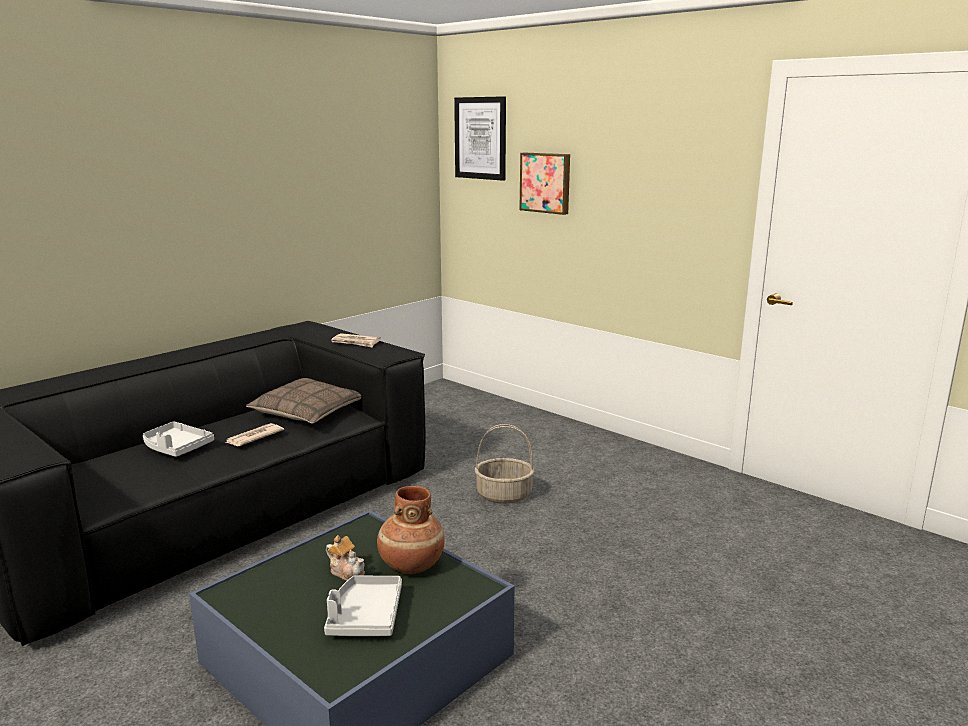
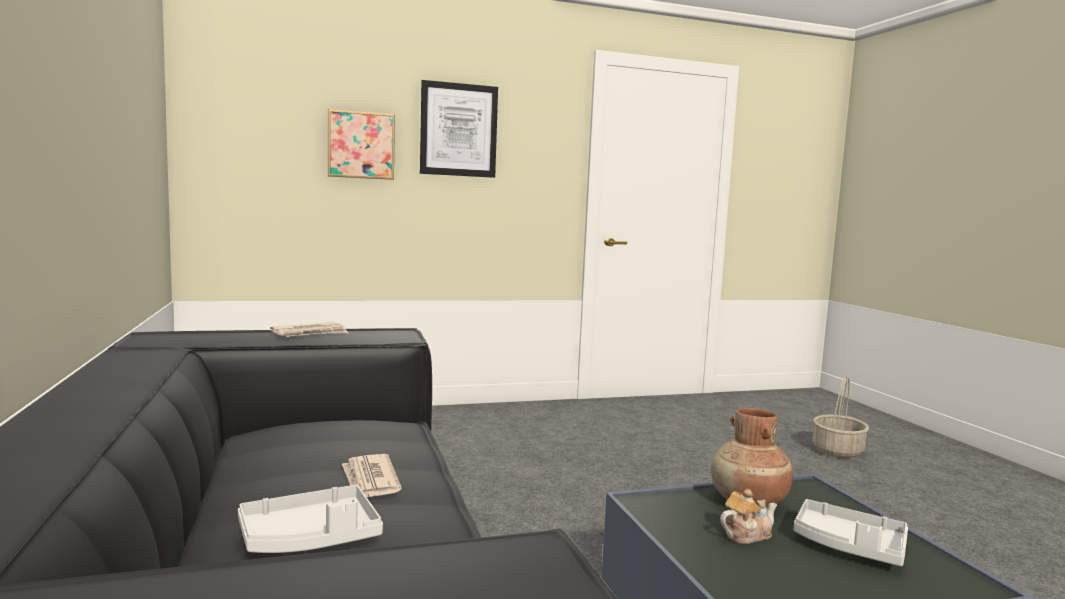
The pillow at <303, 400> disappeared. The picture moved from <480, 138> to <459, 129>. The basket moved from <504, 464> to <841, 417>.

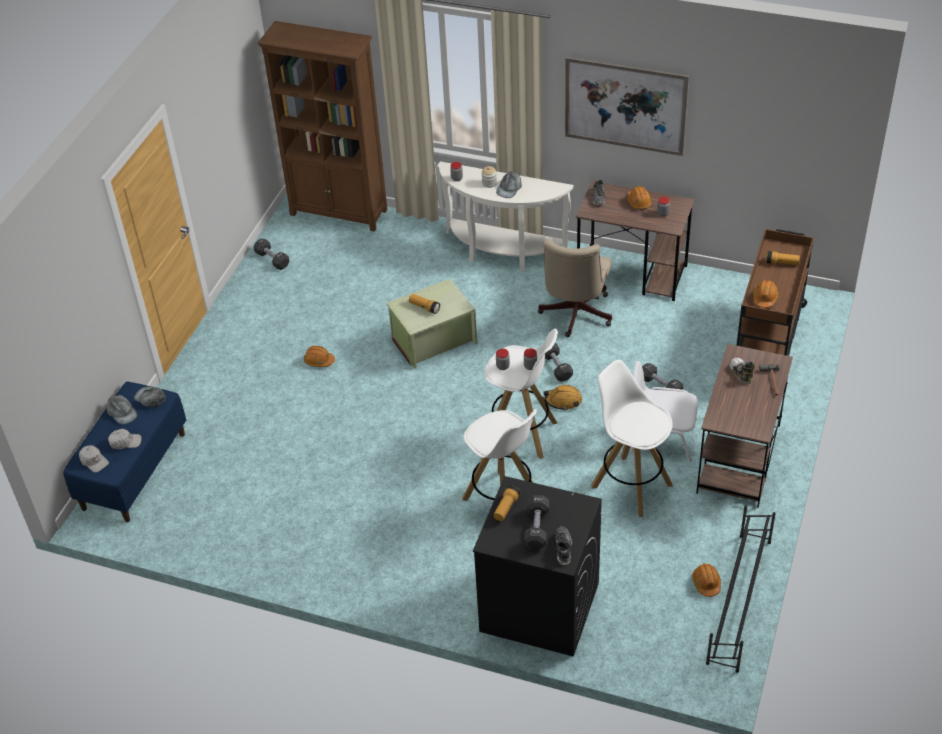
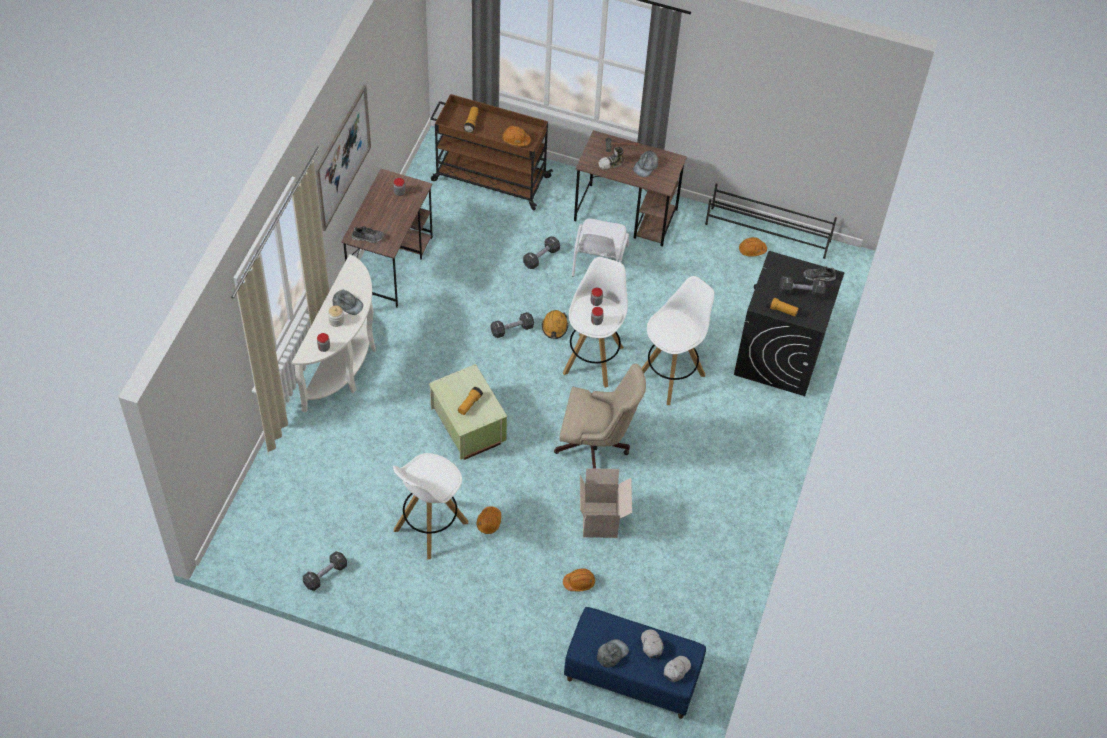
The grey cap moved from <150, 396> to <645, 163>. The brown bookcase at <322, 126> disappeared. The beige office chair moved from <575, 288> to <600, 416>. The white stool moved from <632, 438> to <430, 506>. The orange hard hat moved from <639, 198> to <579, 580>. The cardboard box at <606, 503> appeared.

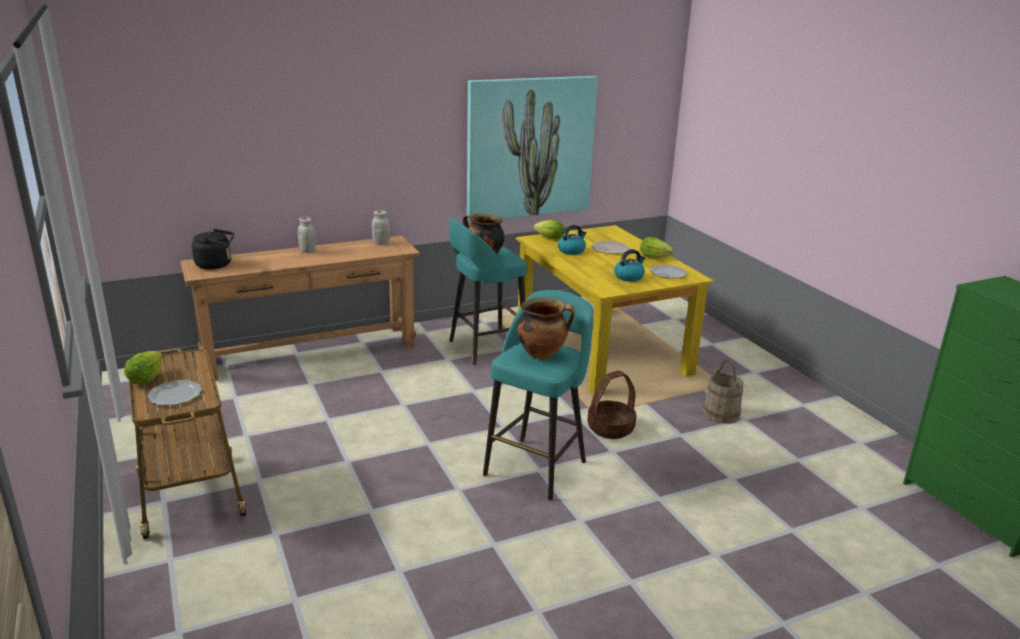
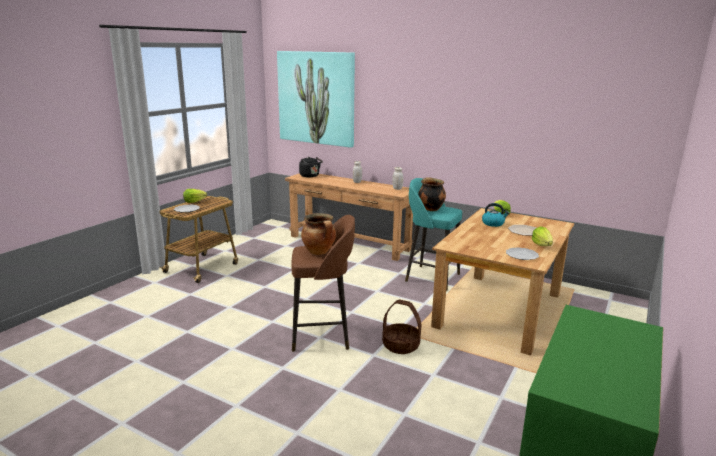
The picture moved from <532, 149> to <316, 99>. The turquoise stool at <538, 395> became the brown stool at <323, 283>. The yellow dining table at <615, 310> became the brown dining table at <502, 282>. The kettle at <629, 265> disappeared. The beige bucket at <723, 392> disappeared.

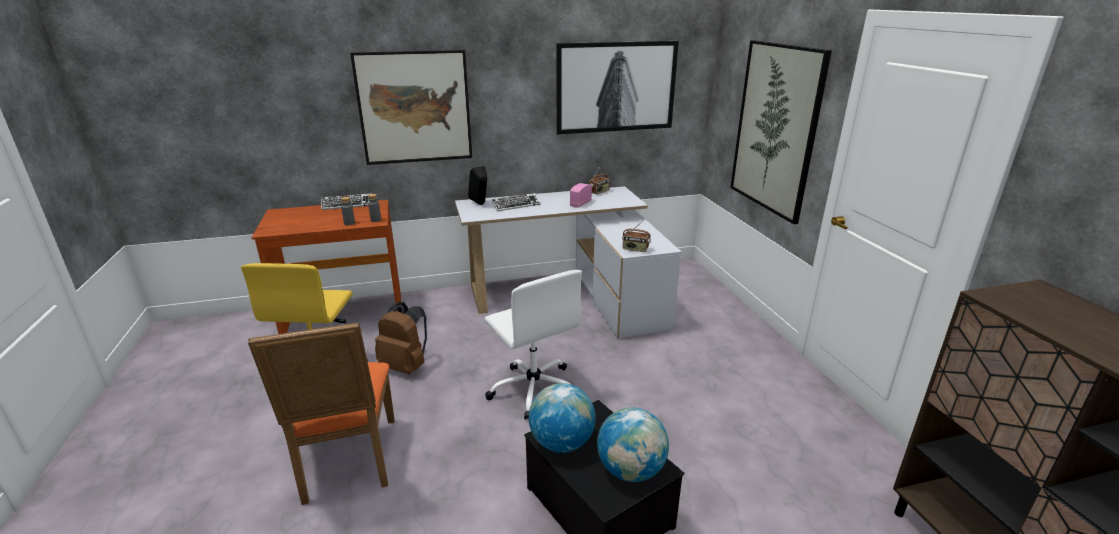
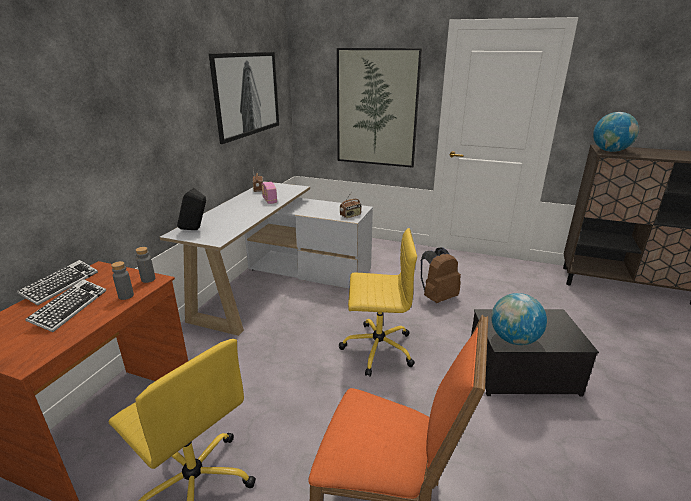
The picture at <411, 107> disappeared. The brown backpack moved from <401, 338> to <441, 275>. The white office chair at <533, 345> became the yellow office chair at <378, 302>. The keyboard moved from <516, 202> to <65, 305>. The globe moved from <633, 444> to <616, 132>.

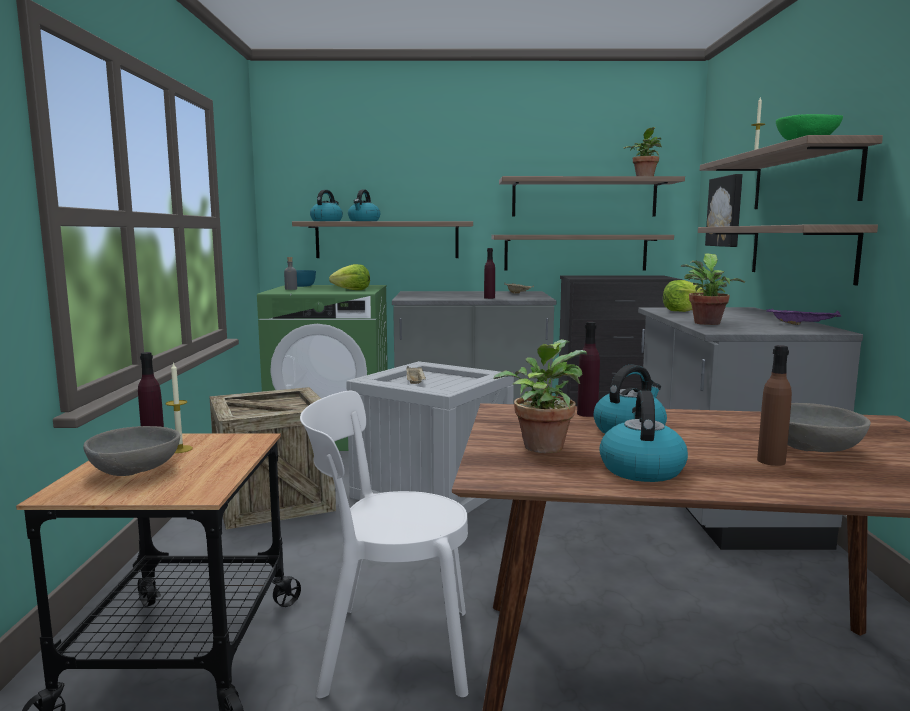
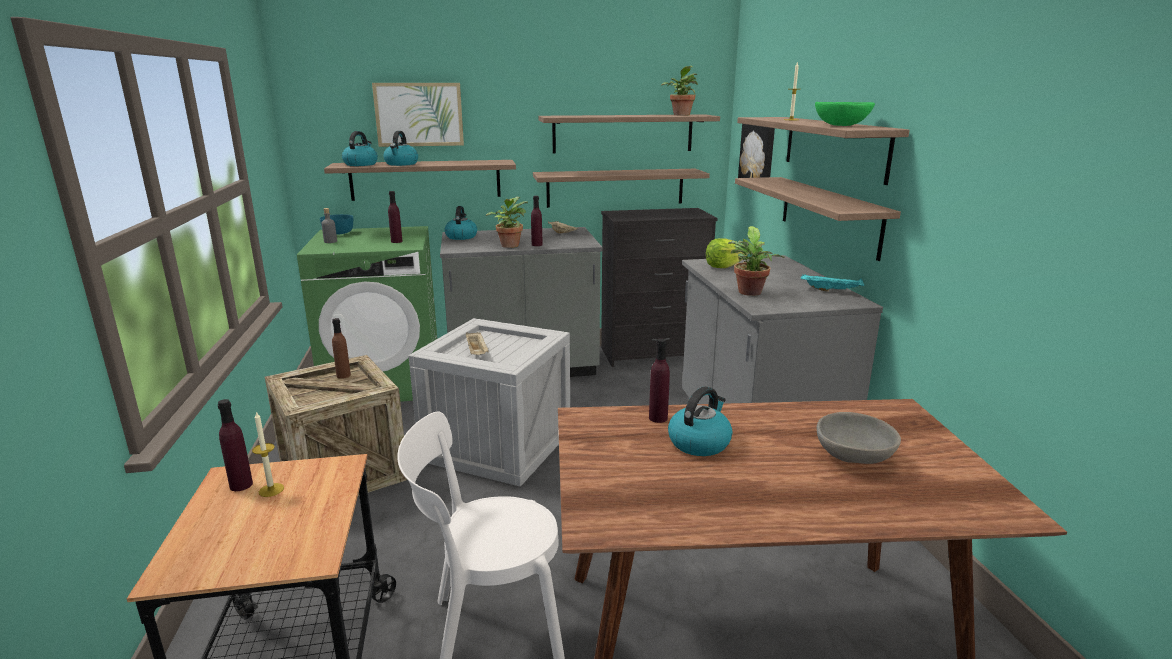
The grey bowl at <131, 451> disappeared. The lettuce at <349, 277> was replaced by the purple bottle at <395, 217>. The potted plant moved from <540, 396> to <507, 222>. The kettle moved from <643, 436> to <460, 223>. The brown bottle moved from <774, 405> to <341, 348>. The purple tray at <803, 317> became the turquoise tray at <832, 283>. The picture at <418, 115> appeared.

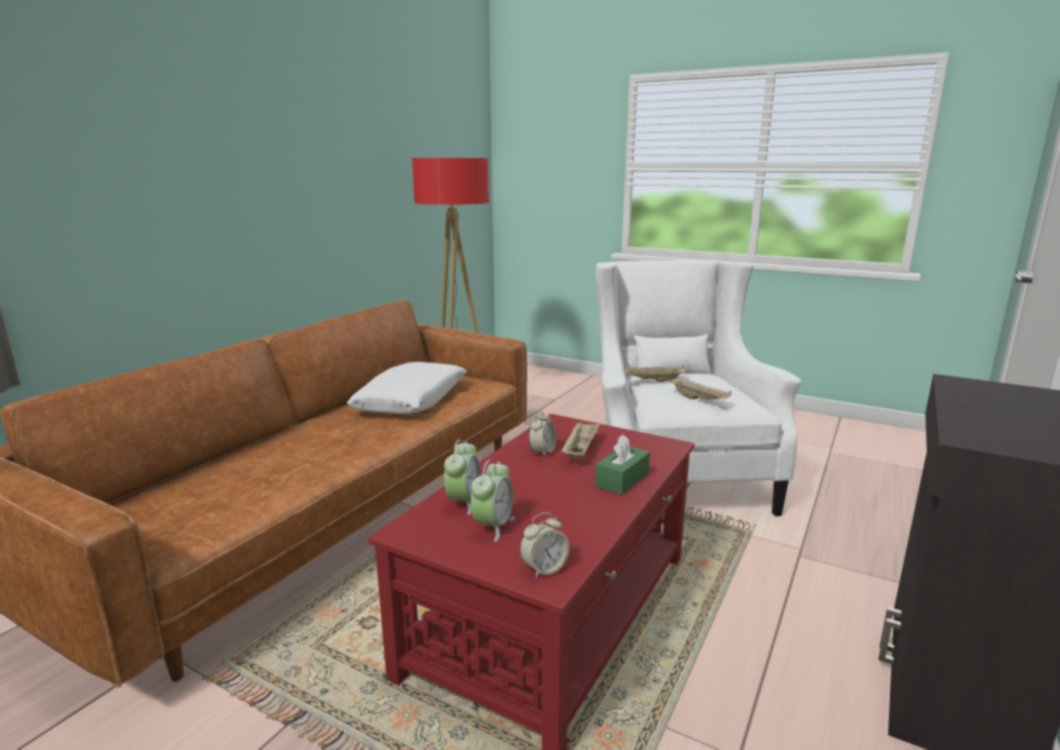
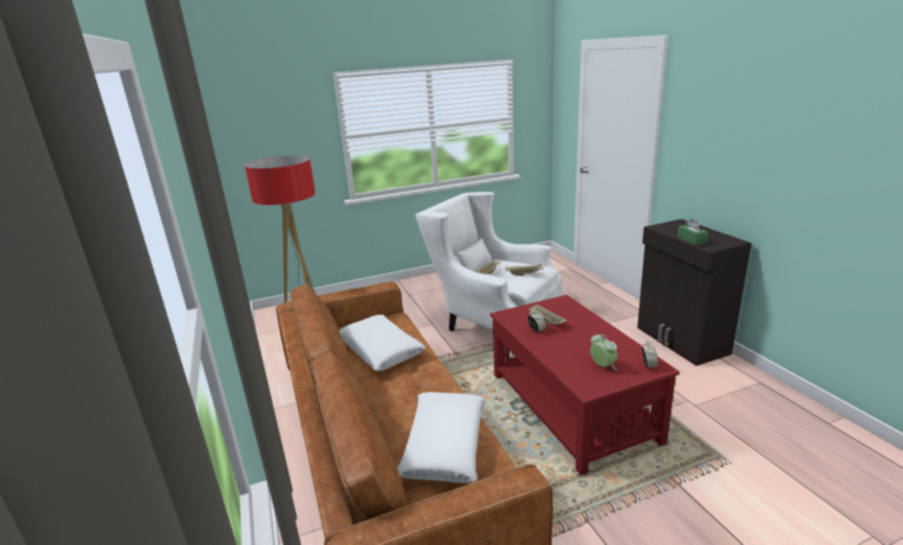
The alarm clock at <462, 477> disappeared. The green tissue box moved from <622, 464> to <693, 231>. The white pillow at <441, 437> appeared.

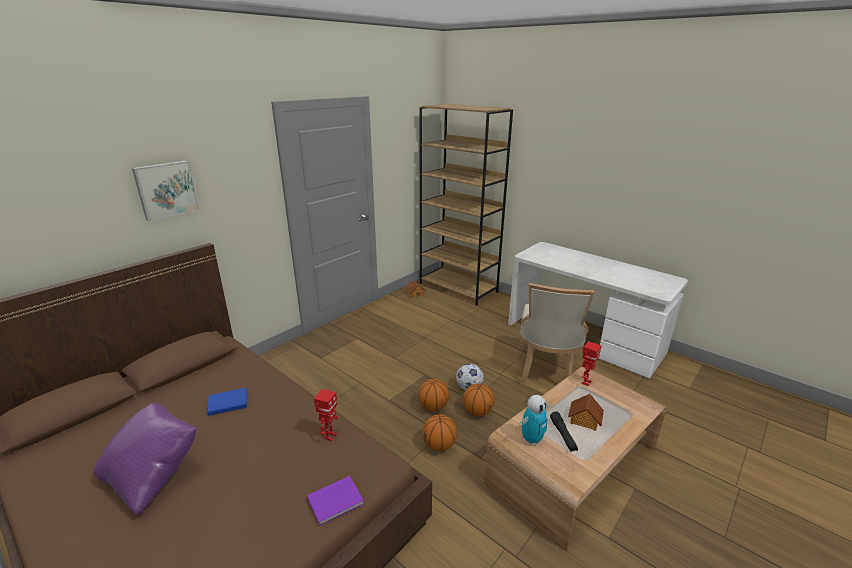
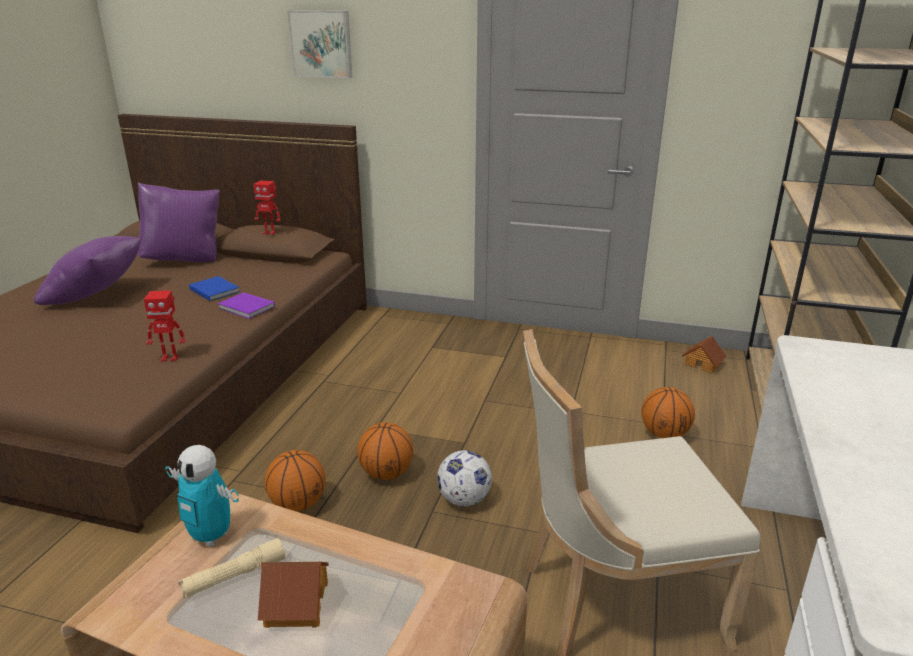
The purple book moved from <335, 501> to <246, 305>. The basketball moved from <479, 399> to <668, 412>. The black flashlight at <564, 431> became the beige flashlight at <231, 568>. The toy robot moved from <591, 363> to <267, 207>. The purple pillow at <179, 222> appeared.

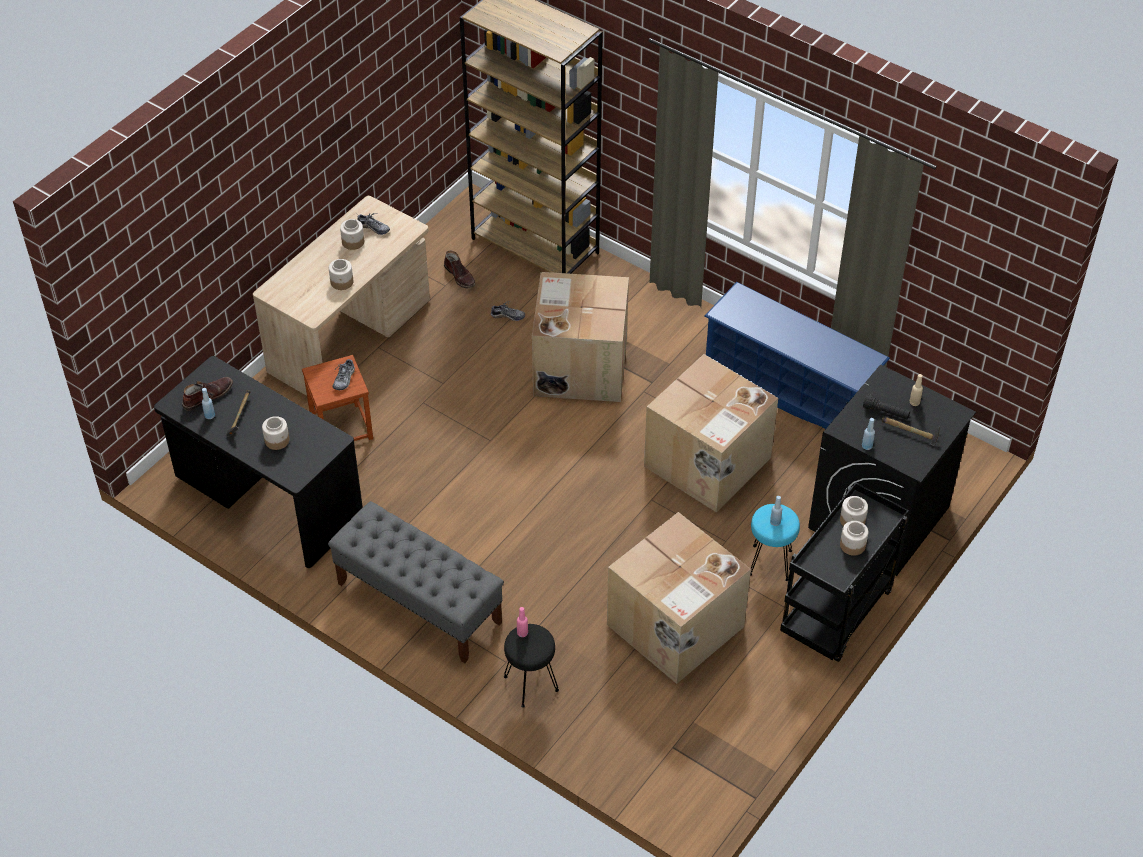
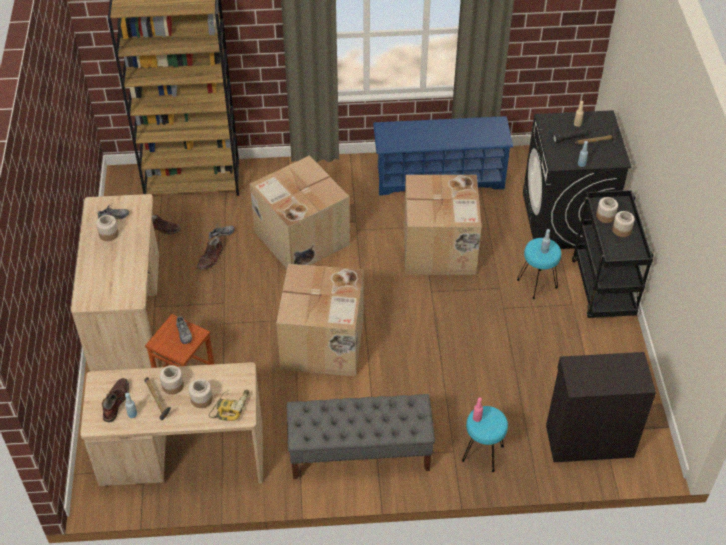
The black desk at <258, 462> became the beige desk at <171, 424>. The jar moved from <341, 274> to <172, 380>. The black stool at <531, 665> became the turquoise stool at <485, 439>. The cardboard box moved from <679, 598> to <320, 320>. The brown boot at <210, 253> appeared. The power drill at <229, 405> appeared. The black cabinet at <601, 407> appeared.

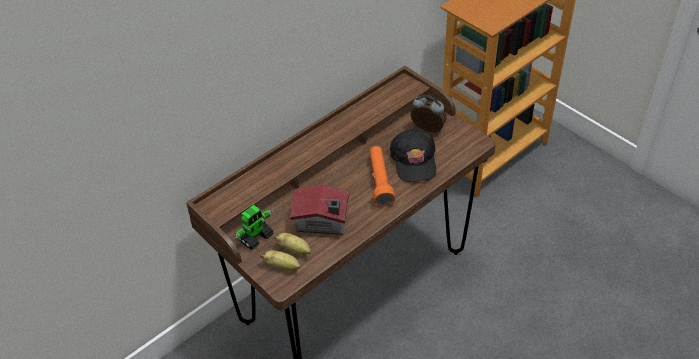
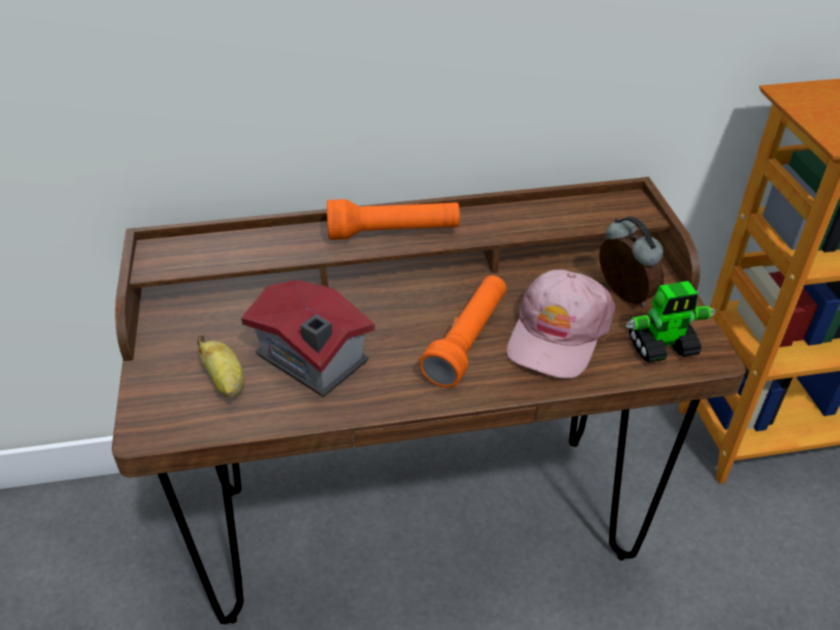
The toy robot moved from <254, 227> to <671, 322>. The banana at <280, 260> disappeared. The black cap at <413, 155> became the pink cap at <561, 324>. The orange flashlight at <393, 219> appeared.

